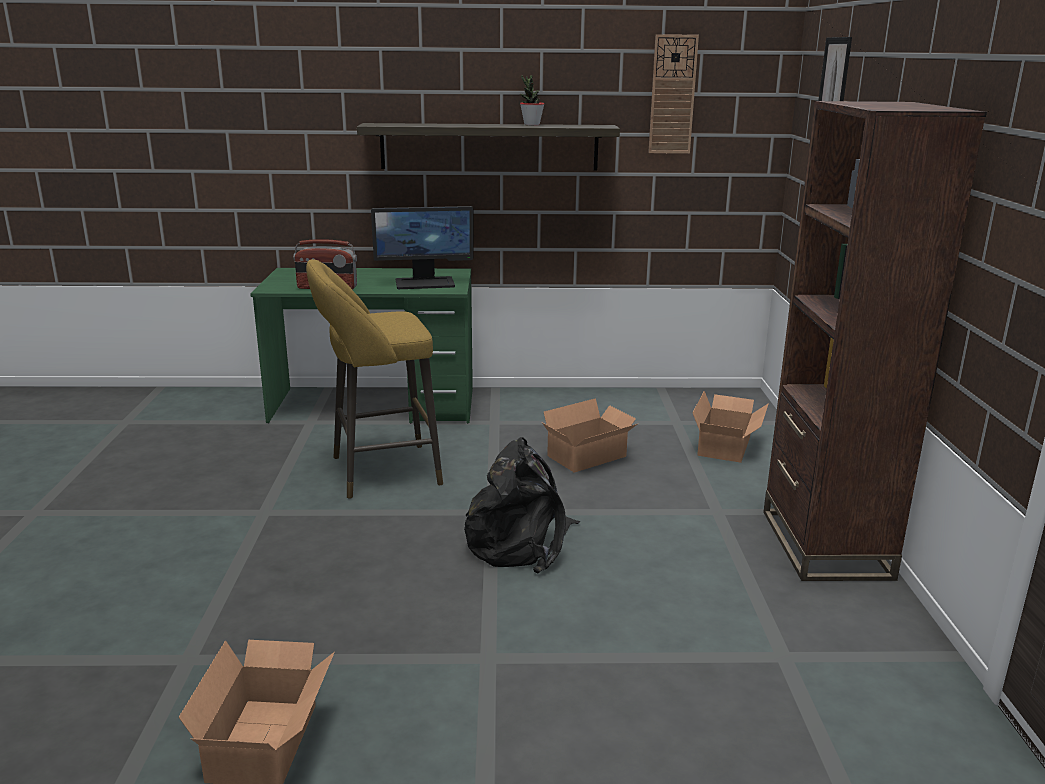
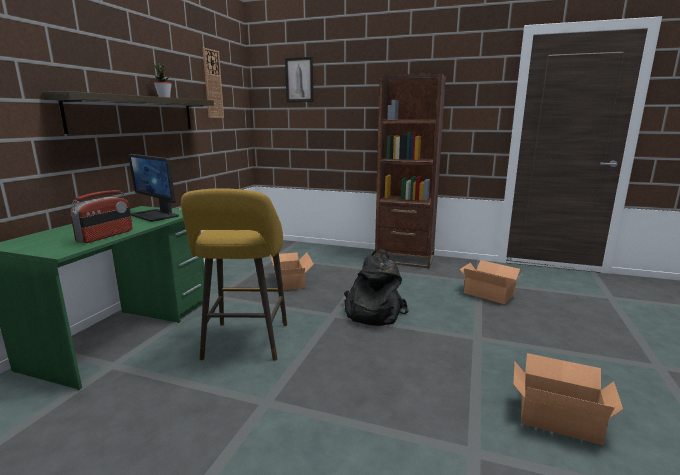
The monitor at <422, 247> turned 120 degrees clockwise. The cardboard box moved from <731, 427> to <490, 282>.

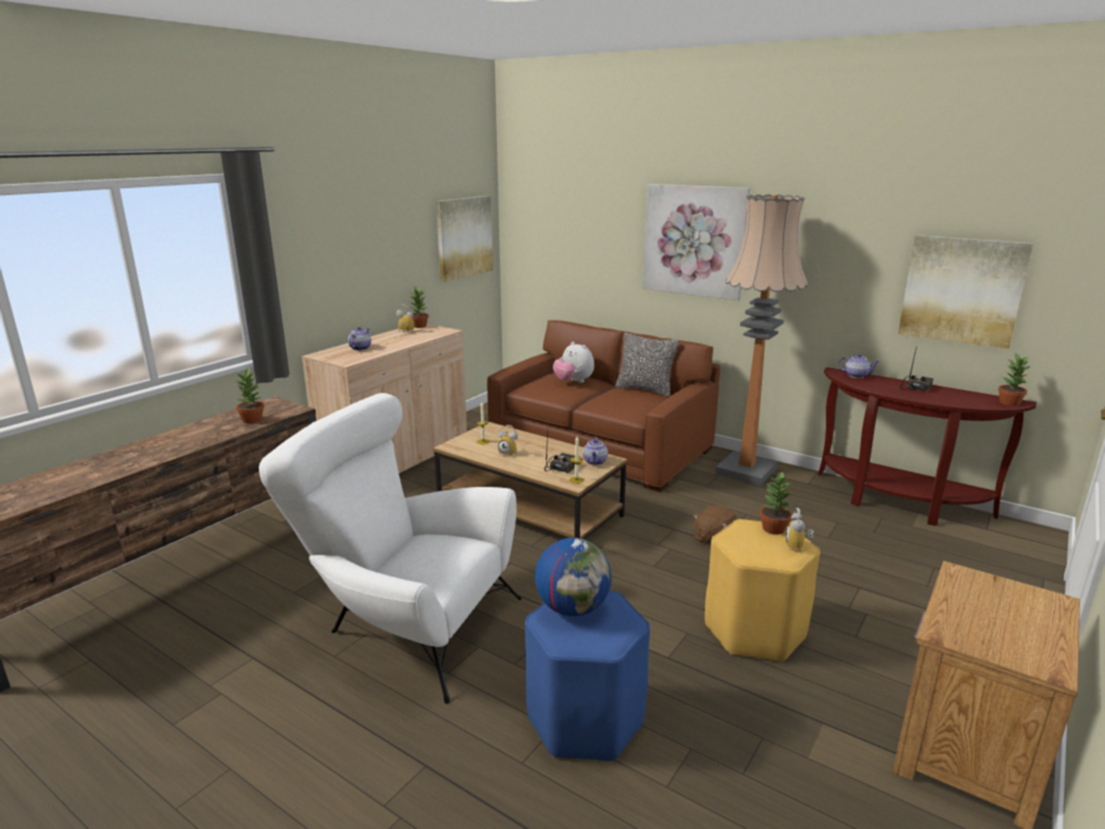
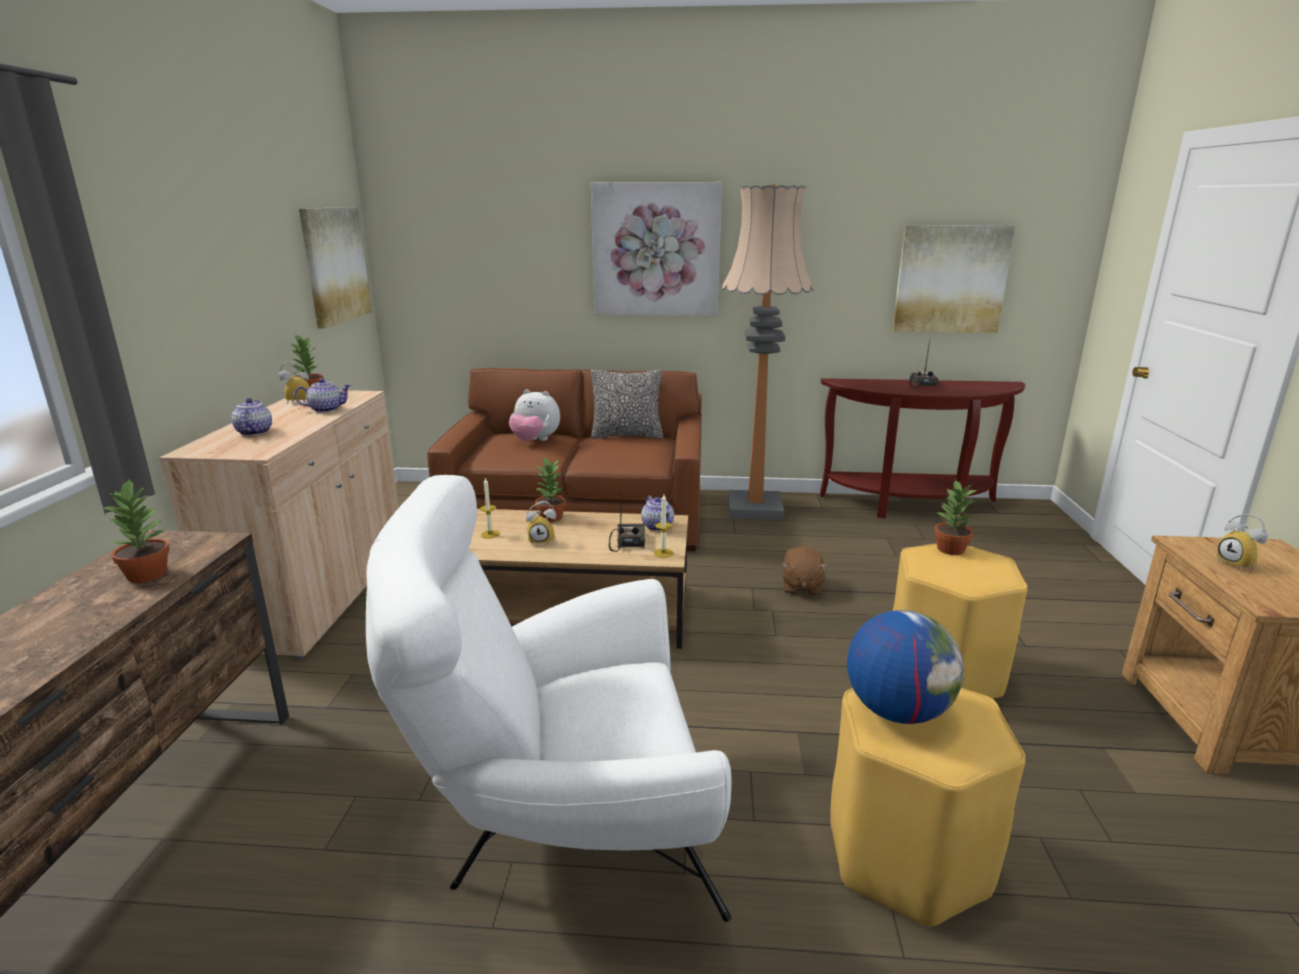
The blue stool at <587, 676> became the yellow stool at <927, 808>. The alarm clock moved from <800, 530> to <1242, 542>. The teapot moved from <858, 366> to <323, 395>. The potted plant moved from <1014, 379> to <550, 490>.

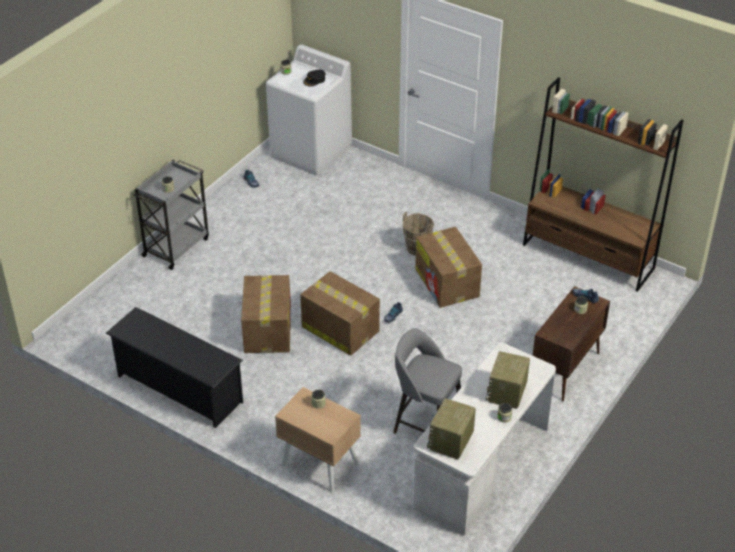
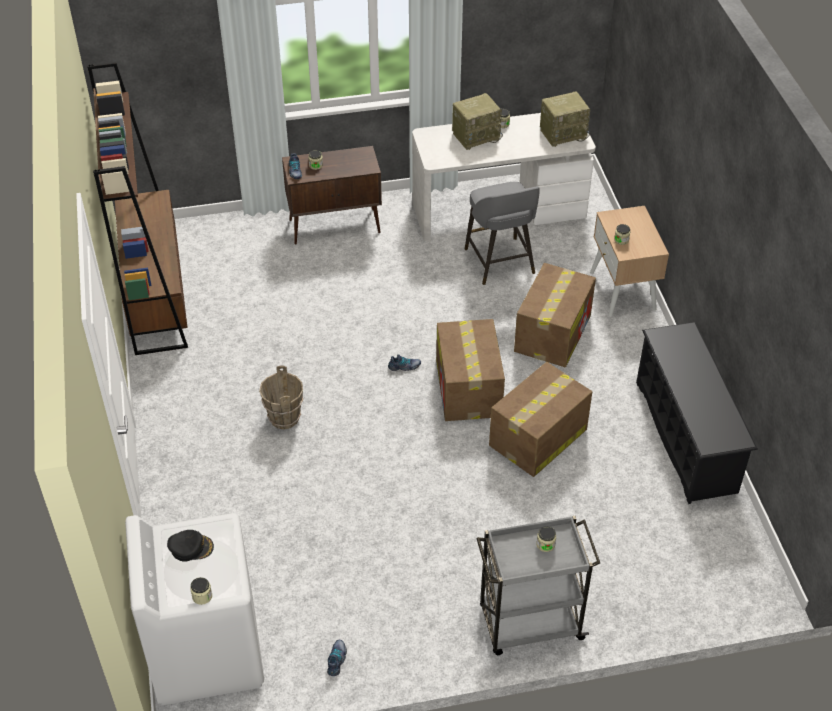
The cardboard box moved from <448, 267> to <555, 315>.

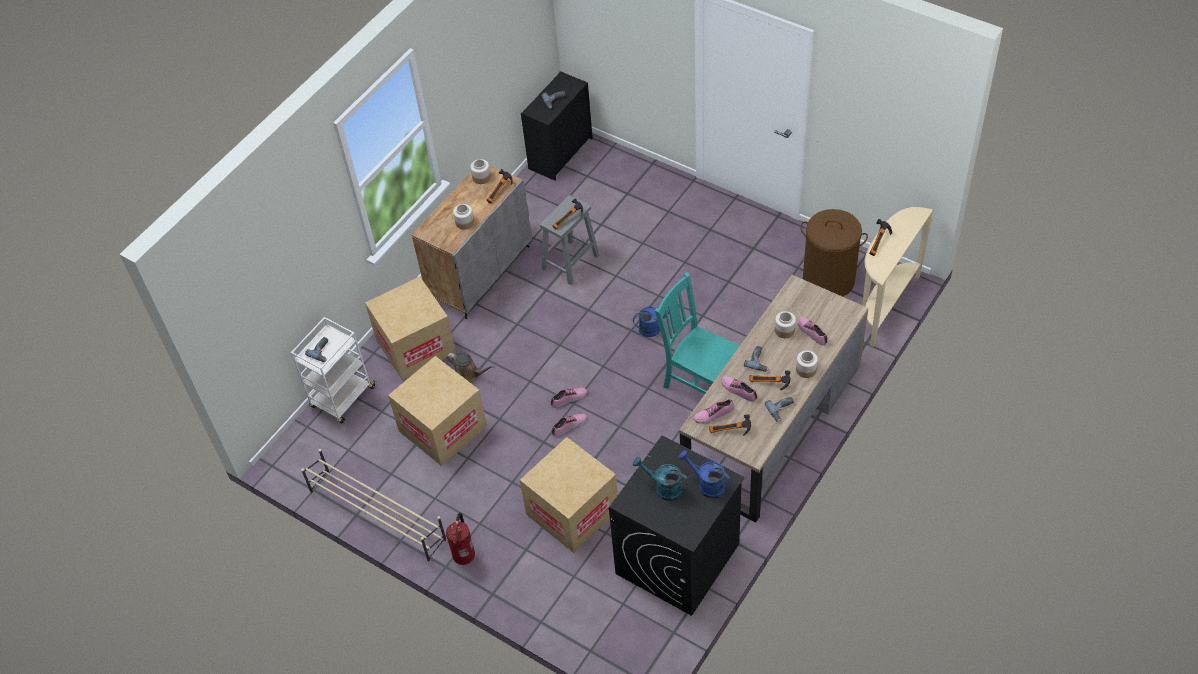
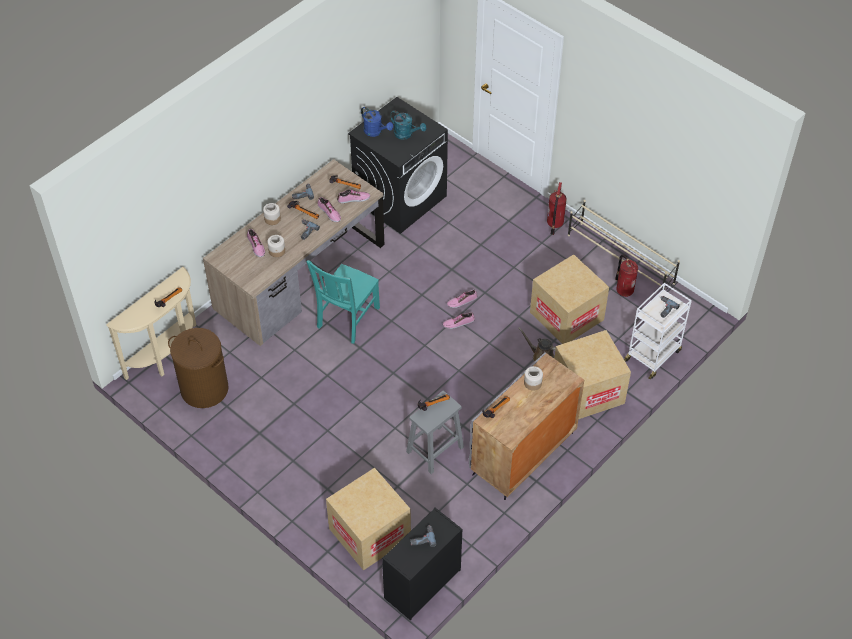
The jar at <481, 171> disappeared. The cardboard box moved from <569, 495> to <368, 519>. The blue watering can at <656, 320> disappeared. The turquoise chair at <697, 333> turned 75 degrees clockwise. The fire extinguisher at <626, 276> appeared.

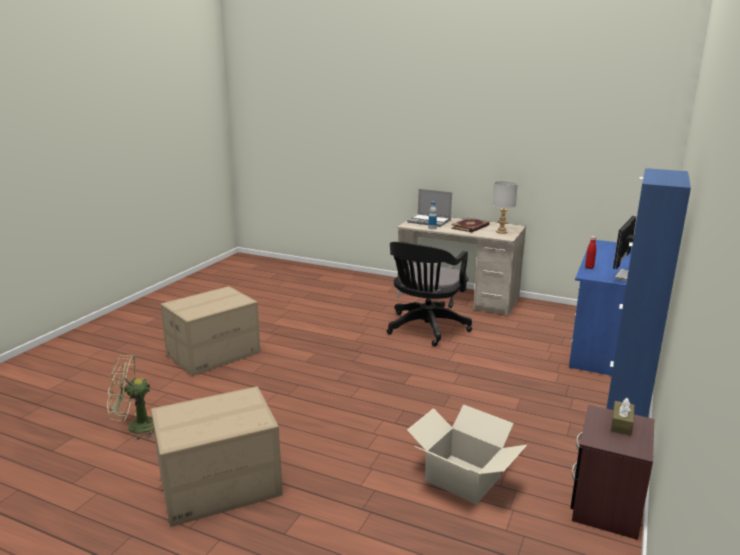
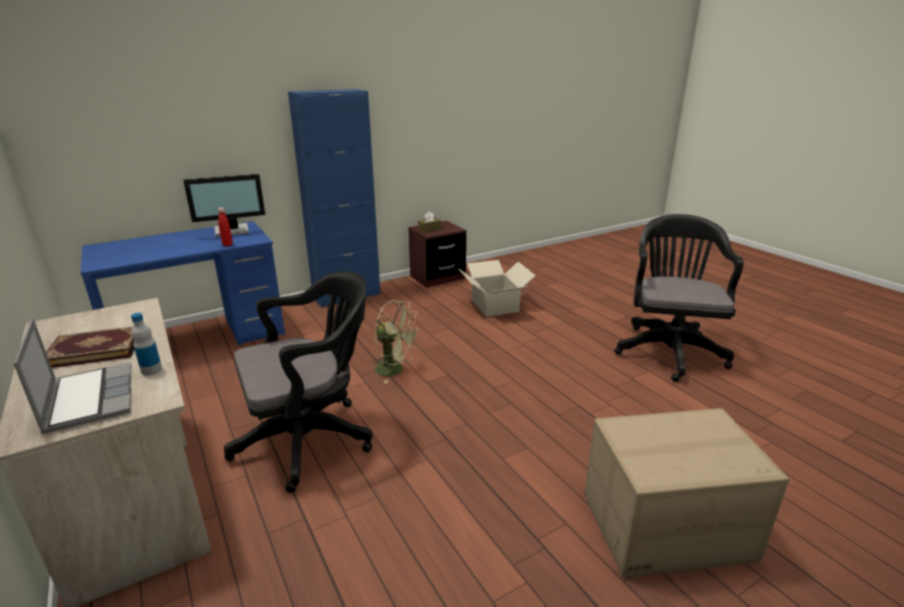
The green fan moved from <130, 398> to <397, 342>. The cardboard box at <217, 456> was replaced by the black office chair at <679, 298>. The grey table lamp at <505, 207> disappeared.

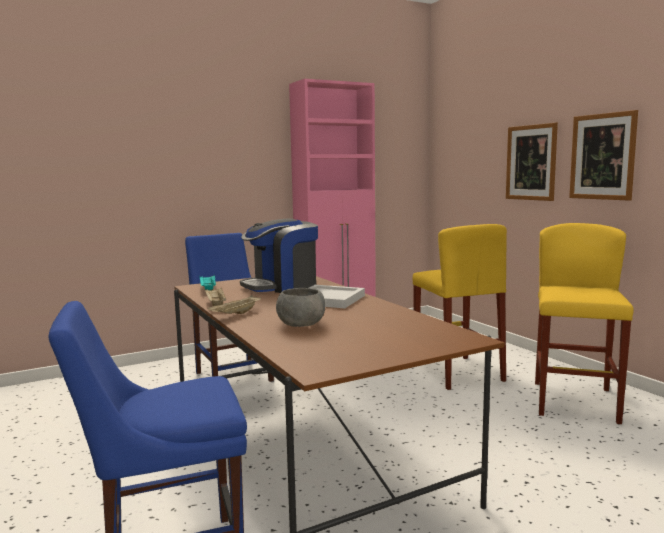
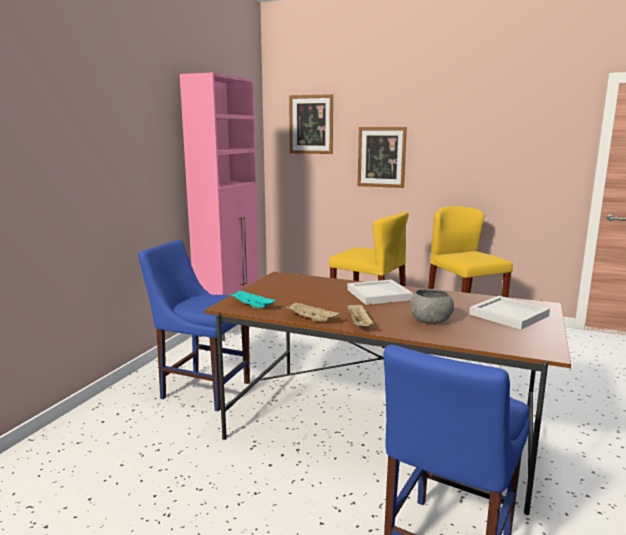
The coffee machine at <279, 255> disappeared. The picture moved from <603, 155> to <311, 124>. The white tray at <509, 313> appeared.

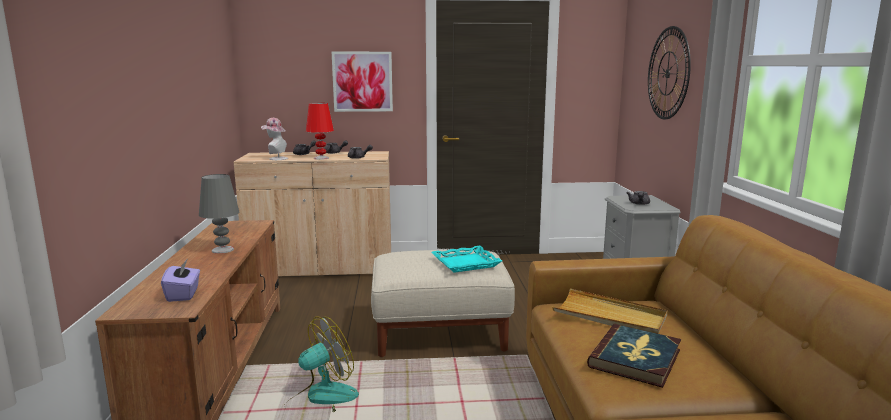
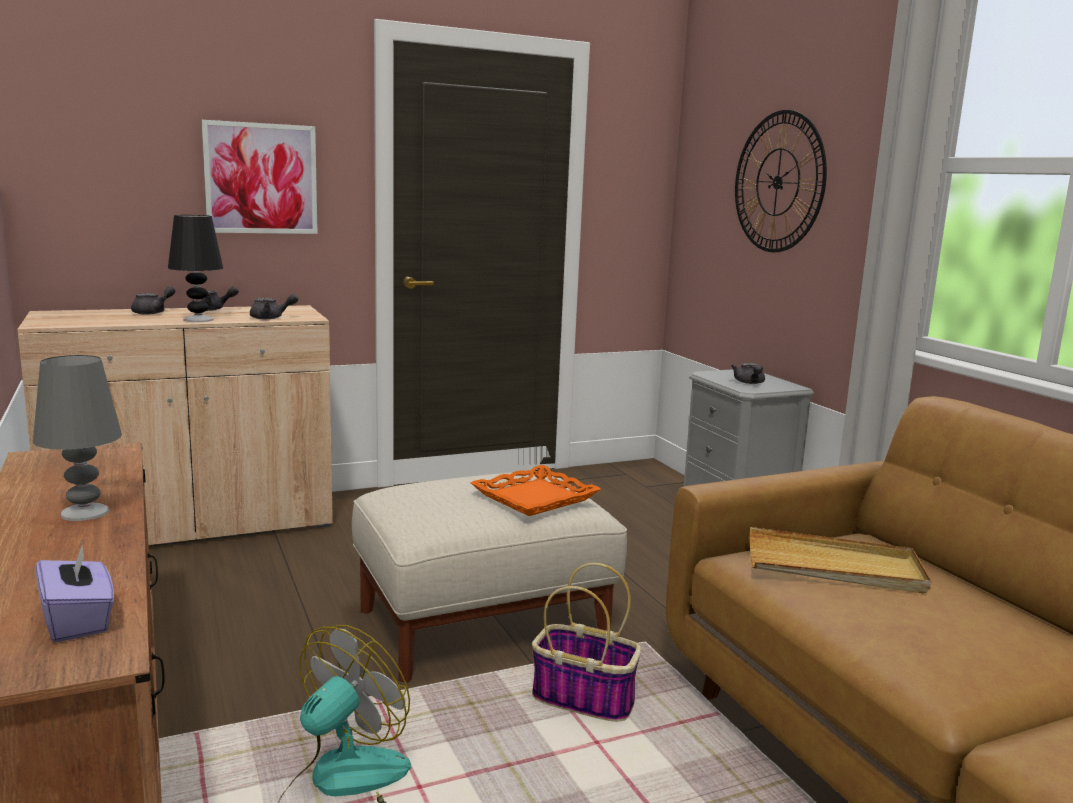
The hat at <274, 139> disappeared. The red table lamp at <320, 131> became the black table lamp at <195, 268>. The turquoise tray at <466, 259> became the orange tray at <536, 490>. The book at <634, 356> disappeared. The basket at <586, 642> appeared.

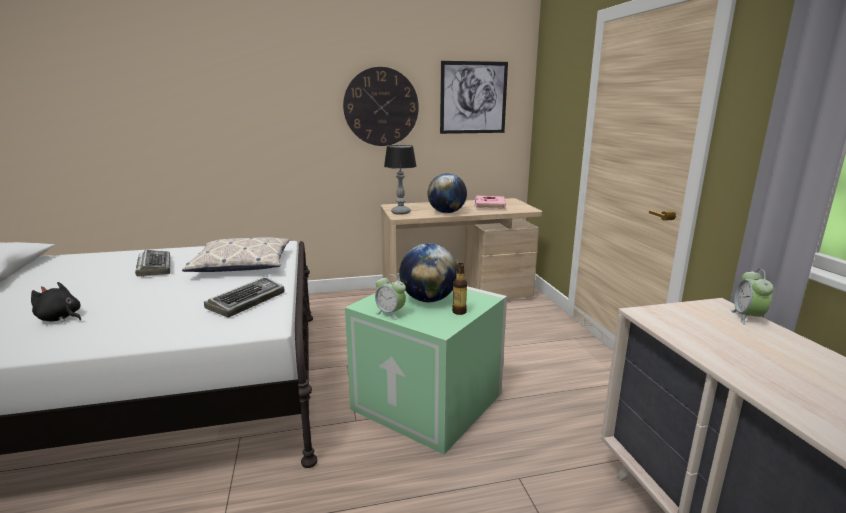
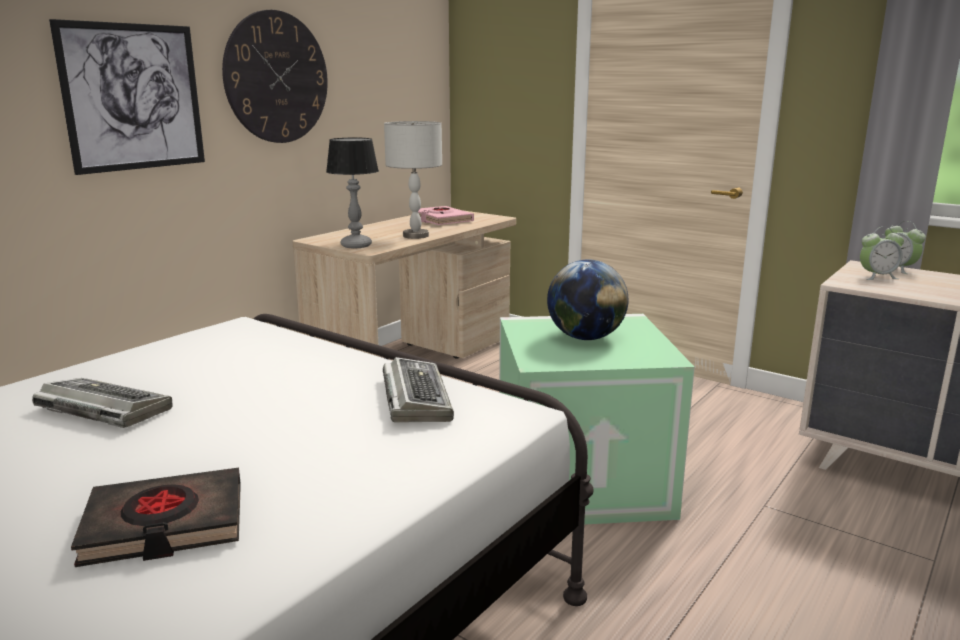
The black plush toy at <56, 302> was replaced by the black book at <156, 517>. The pillow at <236, 254> disappeared. The alarm clock moved from <390, 297> to <882, 253>. The globe at <447, 193> was replaced by the grey table lamp at <413, 180>. The picture moved from <474, 97> to <127, 97>. The bottle at <459, 289> disappeared.

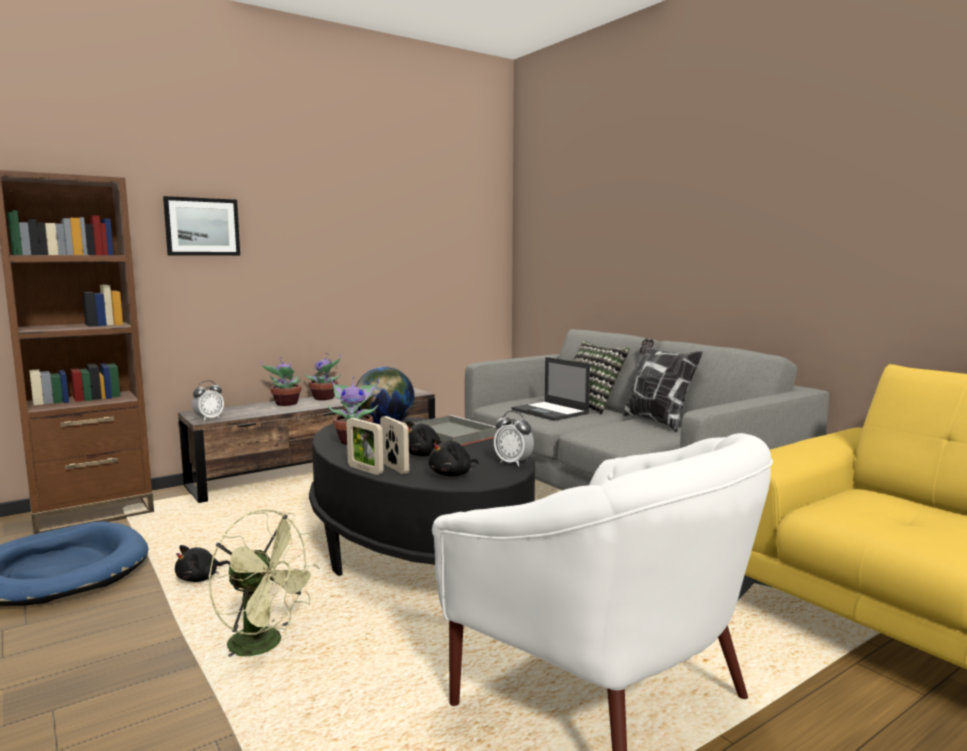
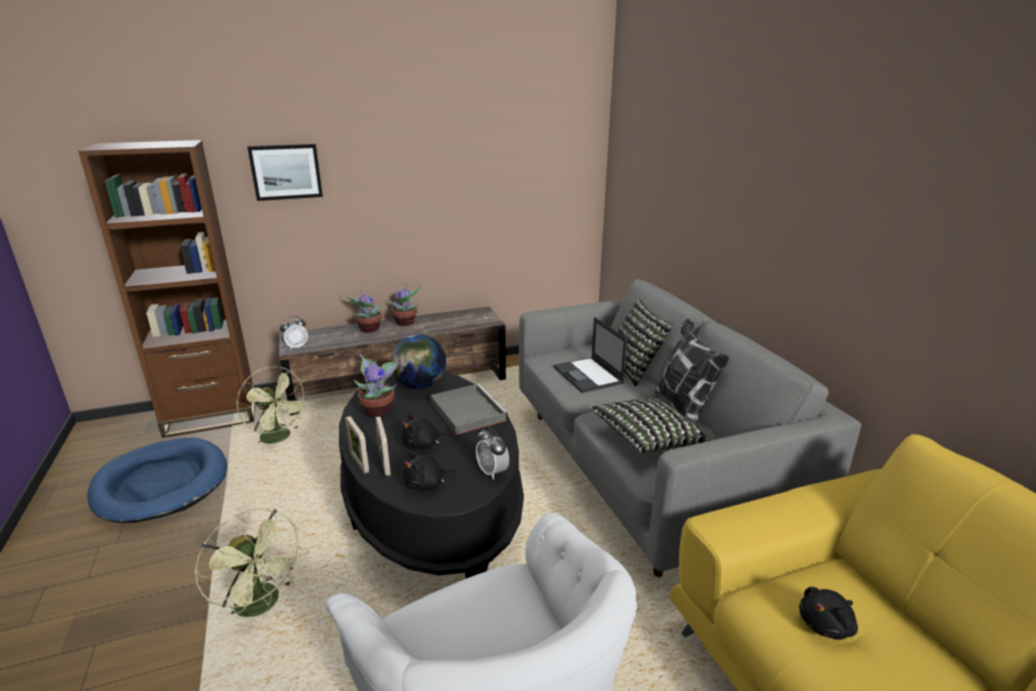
The black plush toy moved from <202, 563> to <828, 613>. The green fan at <272, 405> appeared. The pillow at <650, 425> appeared.

